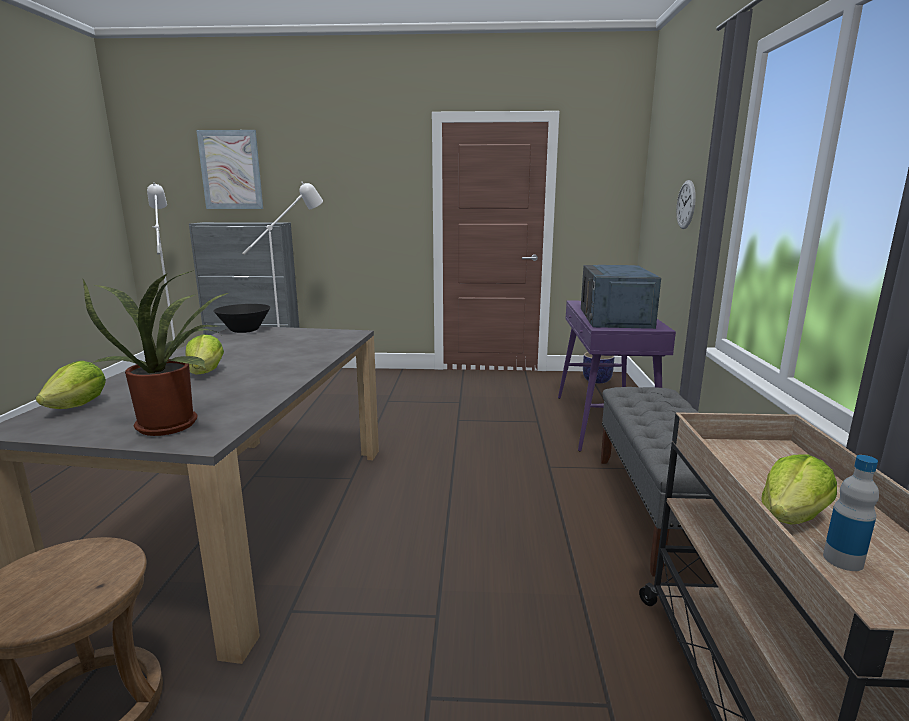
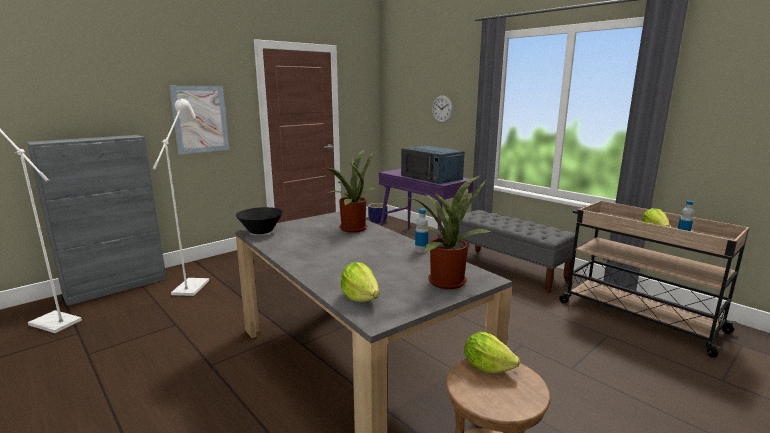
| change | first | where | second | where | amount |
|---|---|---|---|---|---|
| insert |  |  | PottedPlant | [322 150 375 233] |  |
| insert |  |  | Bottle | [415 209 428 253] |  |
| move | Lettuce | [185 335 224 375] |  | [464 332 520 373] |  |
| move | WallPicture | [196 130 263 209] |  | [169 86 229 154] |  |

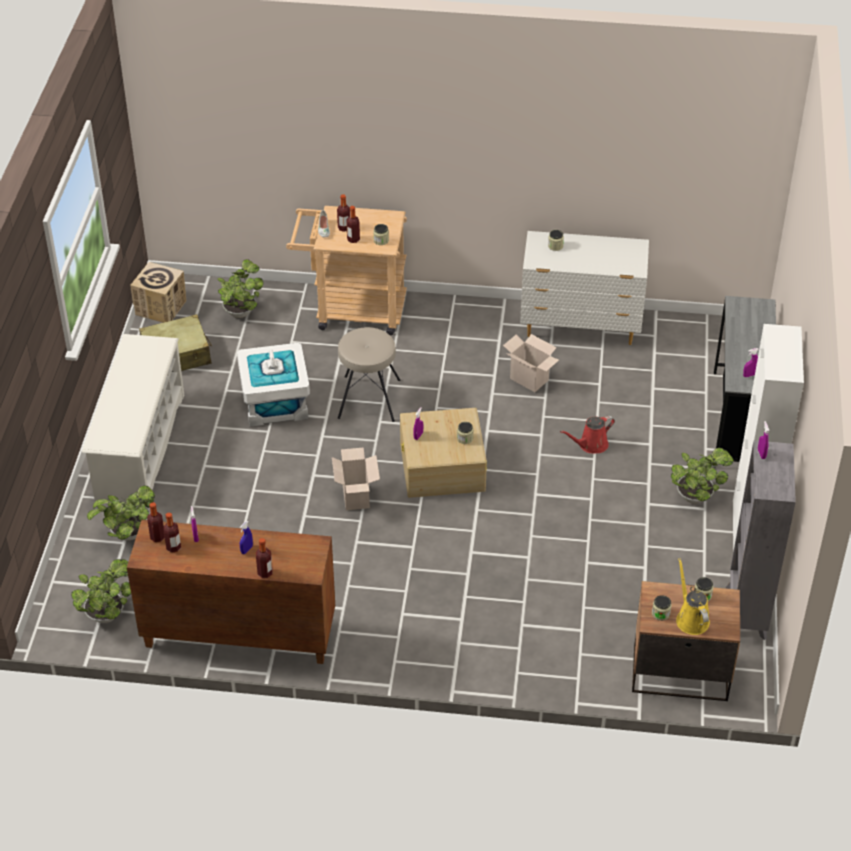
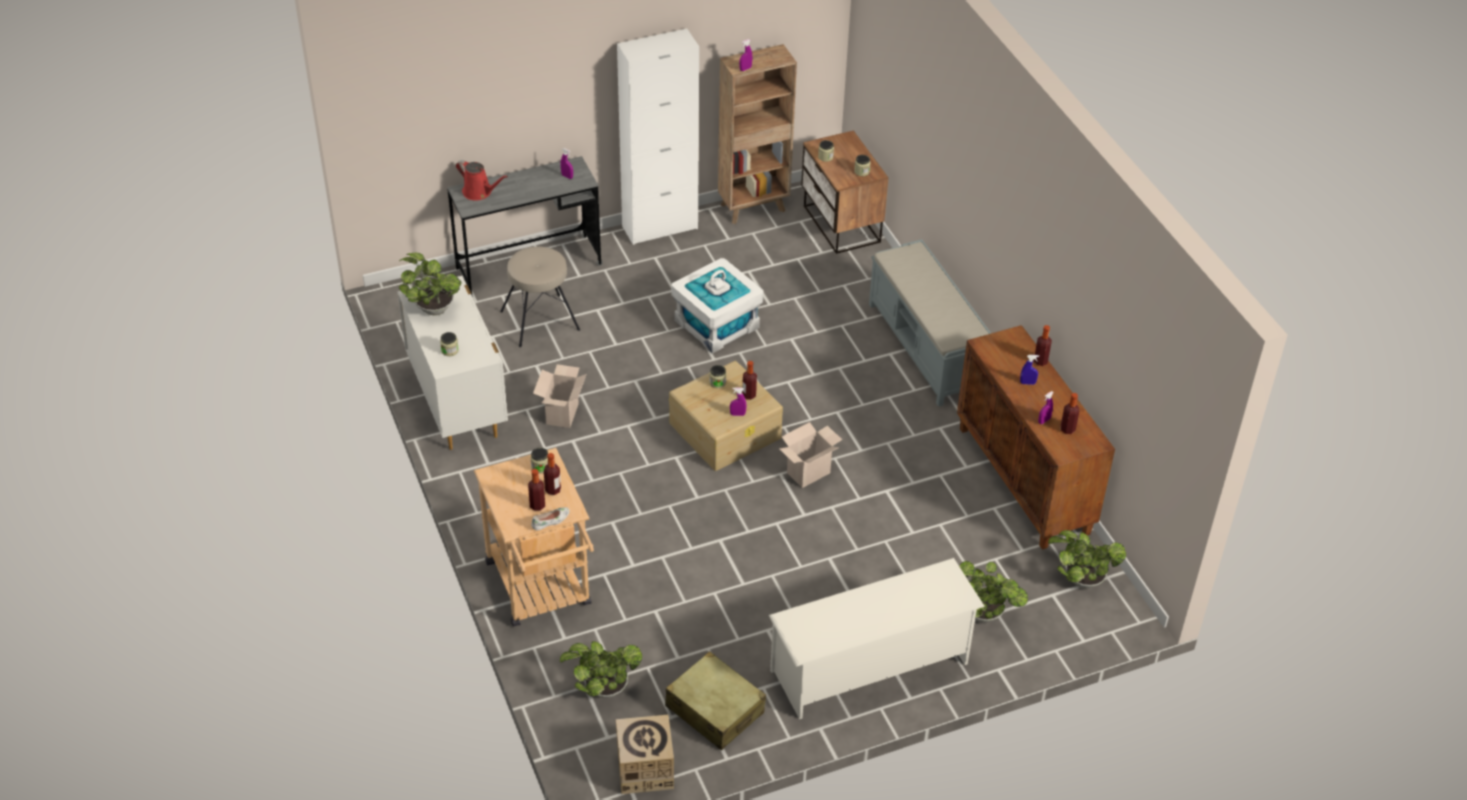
| change | first | where | second | where | amount |
|---|---|---|---|---|---|
| delete | YellowishWateringPot | [676 558 710 635] |  |  |  |
| insert |  |  | GrayLongSeat | [869 239 991 407] |  |
| move | Bottle | [147 502 165 542] |  | [742 361 757 400] |  |
| move | WhiteColouredStorageBin | [237 343 310 426] |  | [671 258 764 353] |  |
| move | BeigeStool | [338 327 400 422] |  | [500 247 580 347] |  |
| move | RedColouredWateringPot | [560 415 615 453] |  | [456 160 508 201] |  |
| move | PottedPlant | [671 448 734 504] |  | [399 253 462 315] |  |
| recolor | GrayBookshelf | [726 441 796 640] | BrownBookshelf | [718 44 797 224] |  |

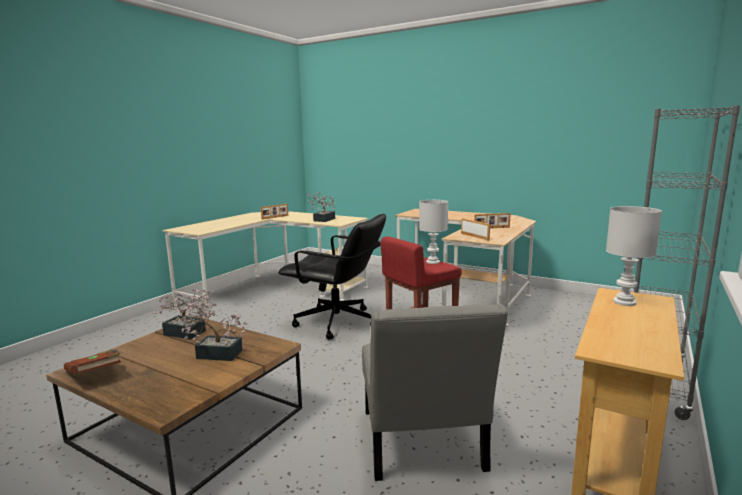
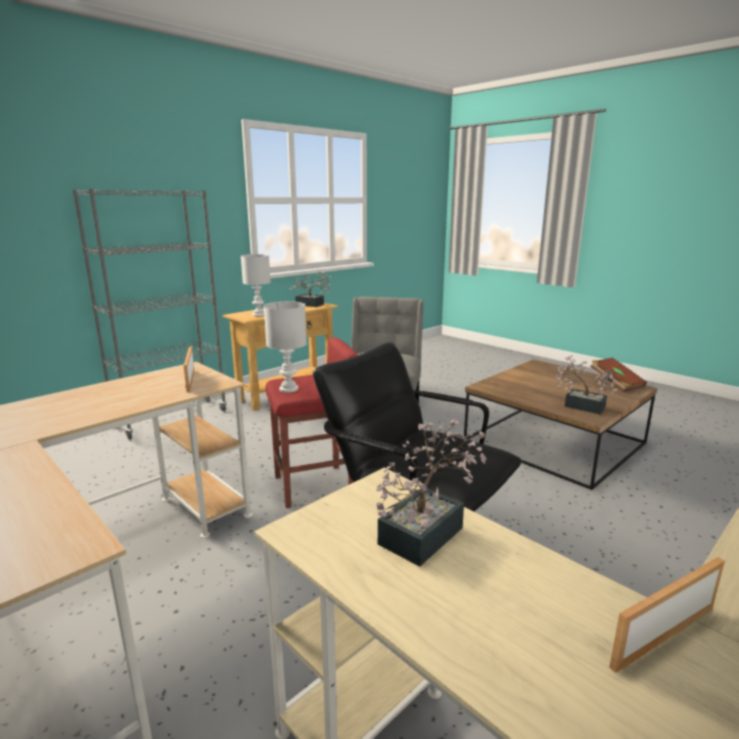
| change | first | where | second | where | amount |
|---|---|---|---|---|---|
| delete | PhotoFrame | [474 213 511 228] |  |  |  |
| move | PottedPlant | [177 299 248 361] |  | [290 271 331 307] |  |

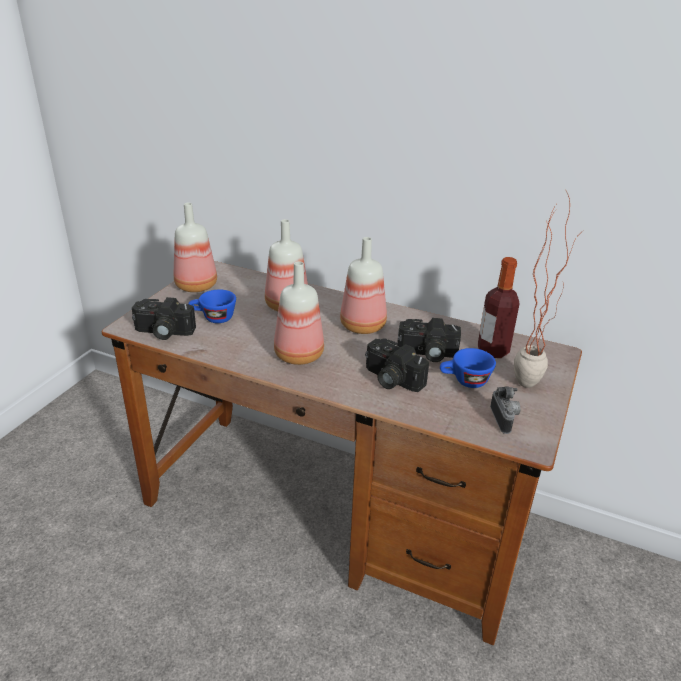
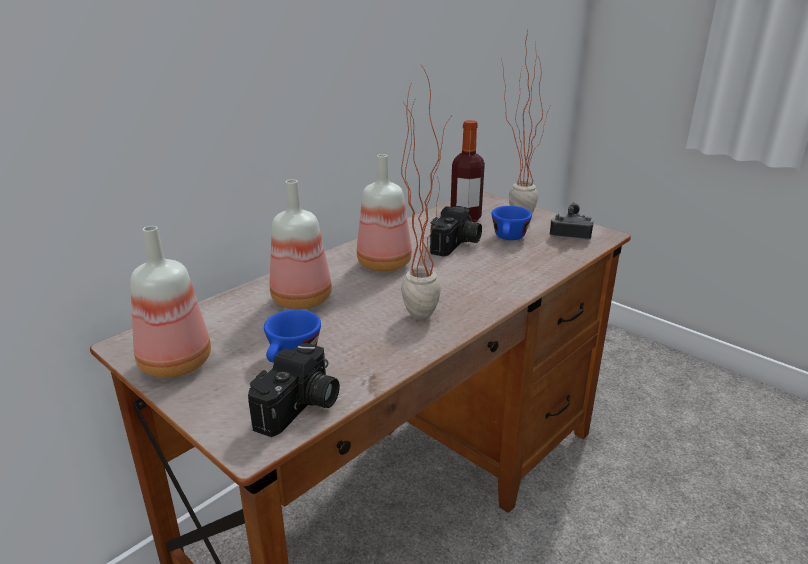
| change | first | where | second | where | amount |
|---|---|---|---|---|---|
| delete | StillCamera | [365 338 429 392] |  |  |  |
| replace | Bottle | [274 261 324 365] | PottedPlant | [401 64 453 320] |  |

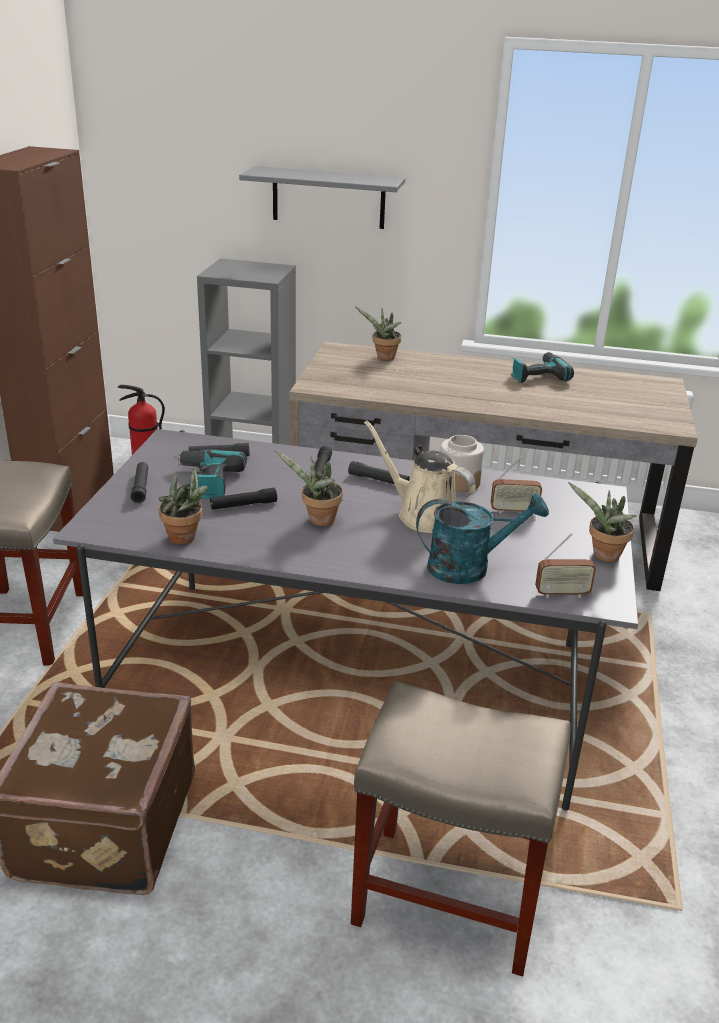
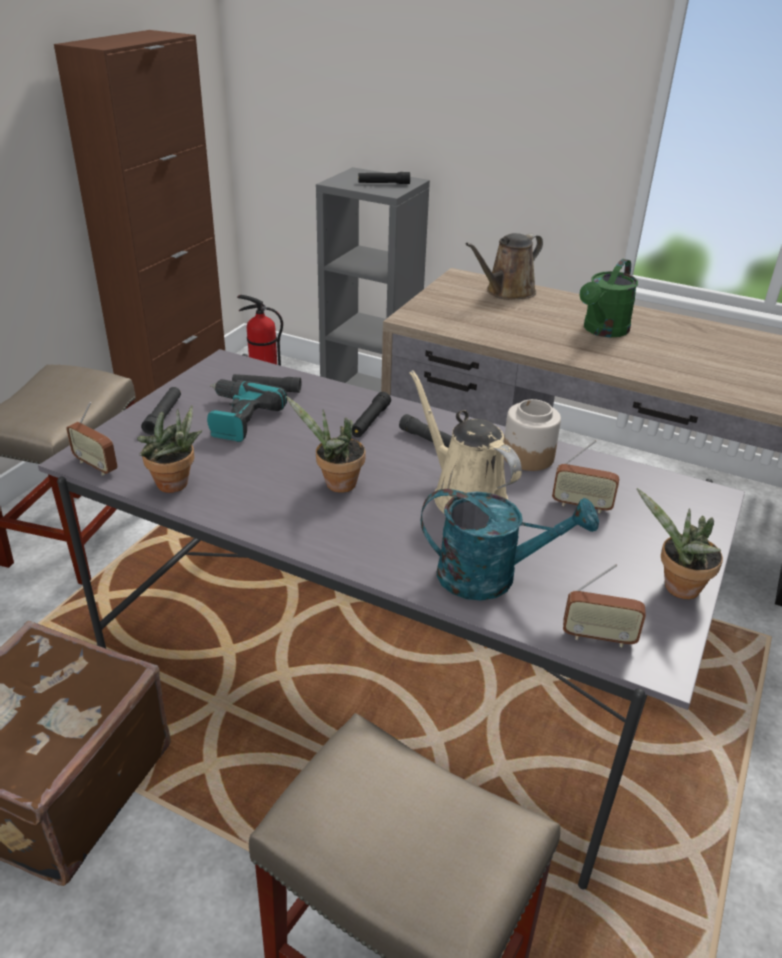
| change | first | where | second | where | amount |
|---|---|---|---|---|---|
| delete | GrayShelf | [239 166 405 229] |  |  |  |
| delete | PowerDrill | [511 352 574 383] |  |  |  |
| insert |  |  | RadioReceiver | [66 402 117 476] |  |
| insert |  |  | GreenWateringPot | [580 259 638 337] |  |
| move | BlackishHandTorch | [210 487 277 510] |  | [358 172 410 184] |  |
| replace | PottedPlant | [355 306 401 360] | BrownWateringPot | [466 233 543 300] |  |

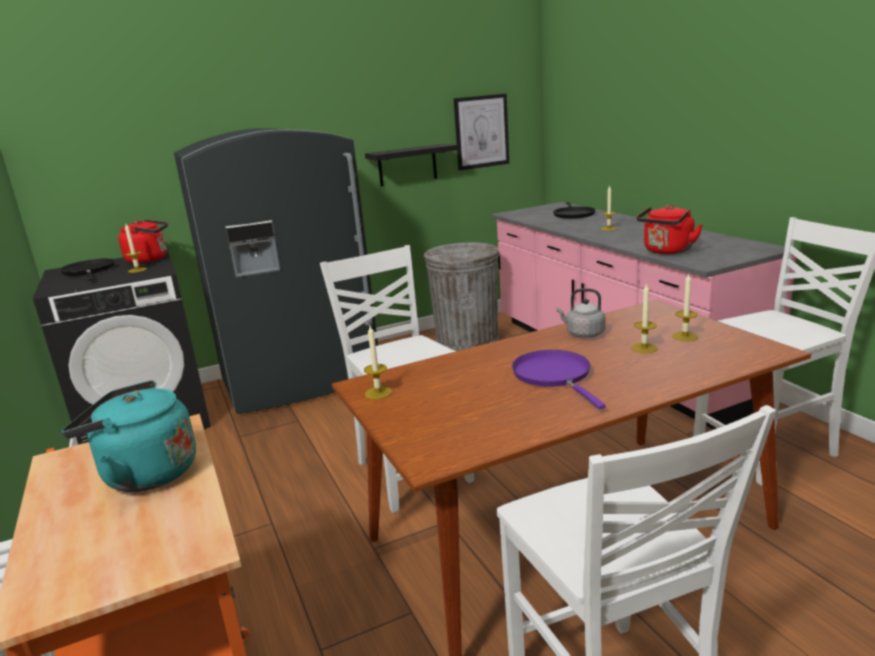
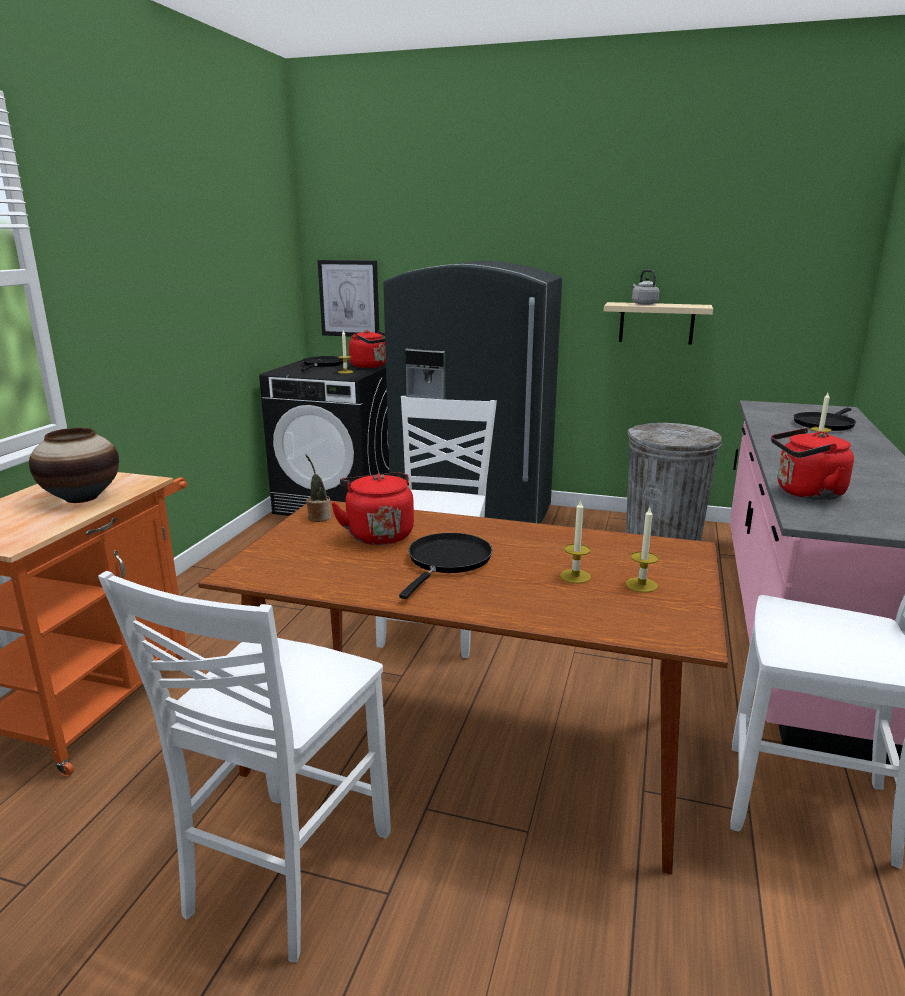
| change | first | where | second | where | amount |
|---|---|---|---|---|---|
| insert |  |  | RedColouredTeaKettle | [331 472 414 545] |  |
| move | WallPicture | [454 93 509 171] |  | [318 260 379 337] |  |
| move | GrayTeaKettle | [556 289 605 338] |  | [632 270 660 305] |  |
| replace | TurquoiseTeaKettle | [62 380 196 492] | FlowerVase | [29 428 119 503] |  |
| replace | WaxLight | [364 326 392 399] | PottedPlant | [305 454 331 522] |  |
| recolor | BlackishShelf | [365 144 459 187] | BeigeShelf | [604 302 713 345] |  |
| recolor | PurpleFryingPan | [512 350 606 409] | BlackishFryingPan | [399 533 492 599] |  |

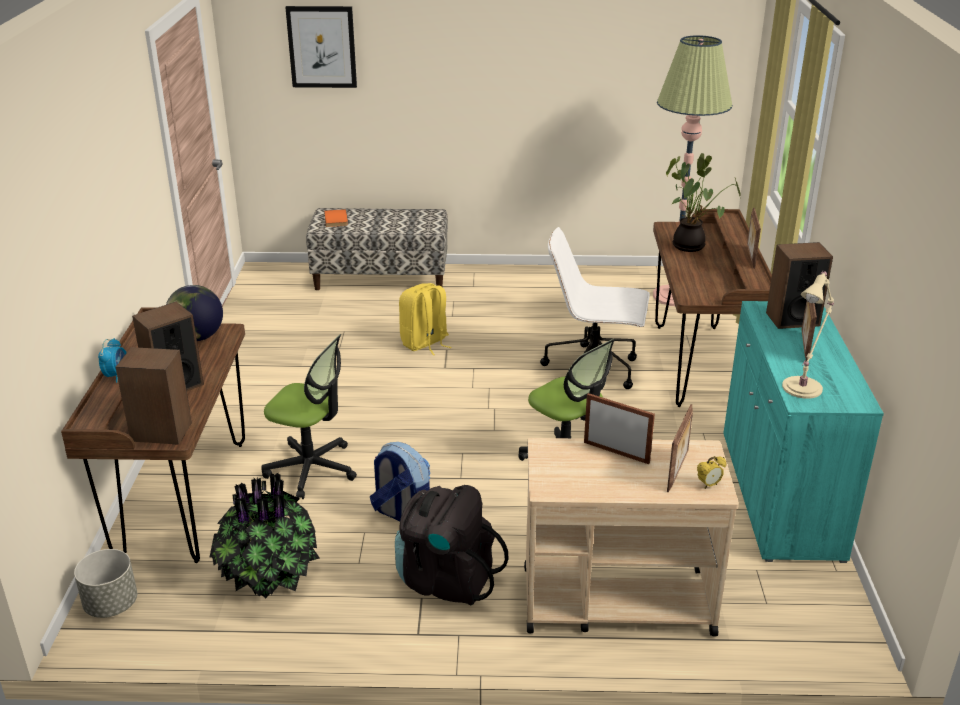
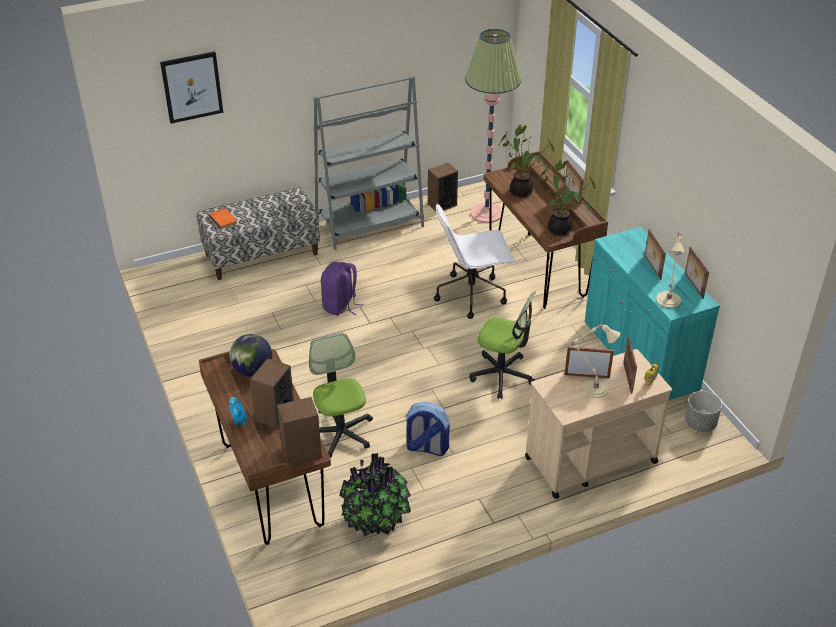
| change | first | where | second | where | amount |
|---|---|---|---|---|---|
| delete | BlackishBackpack | [395 485 508 605] |  |  |  |
| insert |  |  | GrayBookshelf | [314 76 424 250] |  |
| insert |  |  | PottedPlant | [537 160 596 236] |  |
| insert |  |  | BeigeLampForATable | [571 323 621 398] |  |
| insert |  |  | PhotoFrame | [685 247 709 299] |  |
| move | GrayFlowerPot | [74 549 137 618] |  | [685 391 722 432] |  |
| move | Loudspeaker | [766 242 833 329] |  | [428 163 458 211] |  |
| recolor | YellowishBackpack | [399 283 451 355] | PurpleBackpack | [321 262 363 316] |  |
| rotate | OfficeChair | [261 334 357 499] |  | [309 333 373 458] | 105 degrees counterclockwise |

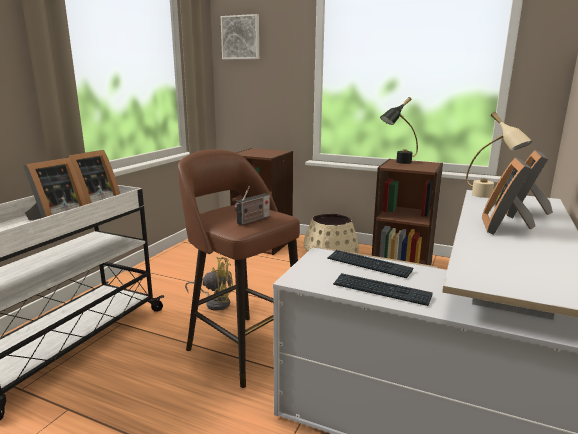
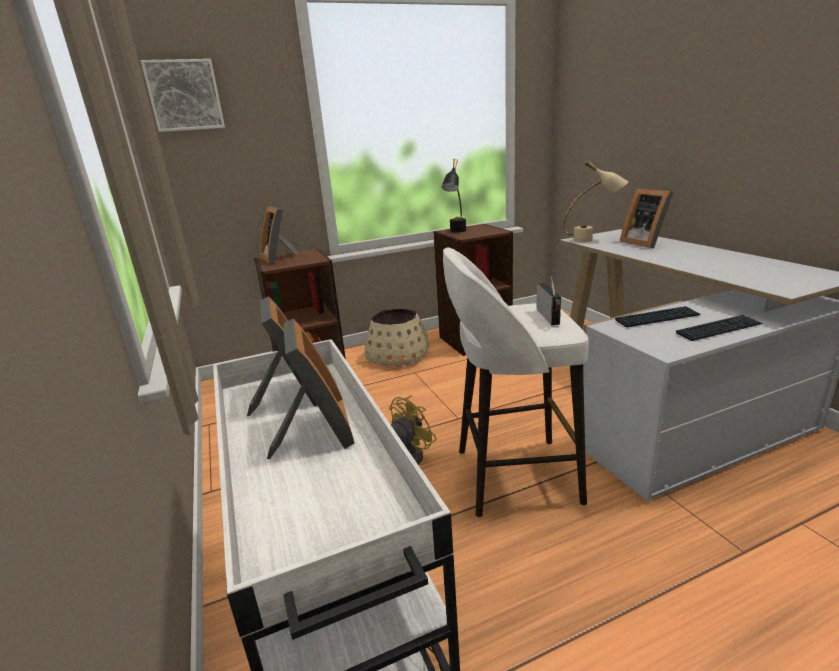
| change | first | where | second | where | amount |
|---|---|---|---|---|---|
| move | PhotoFrame | [482 157 535 235] |  | [260 206 298 264] |  |
| recolor | BrownStool | [178 149 300 388] | WhiteColouredStool | [443 247 589 517] |  |

